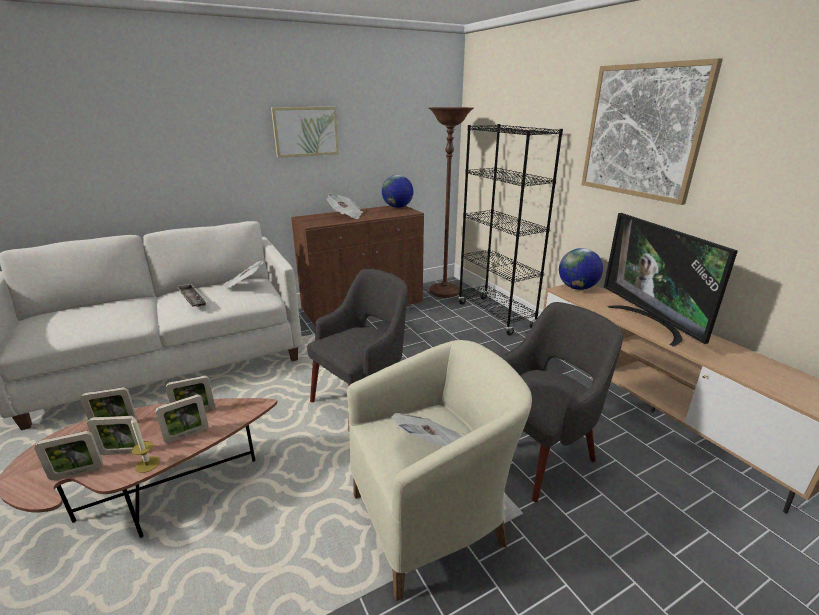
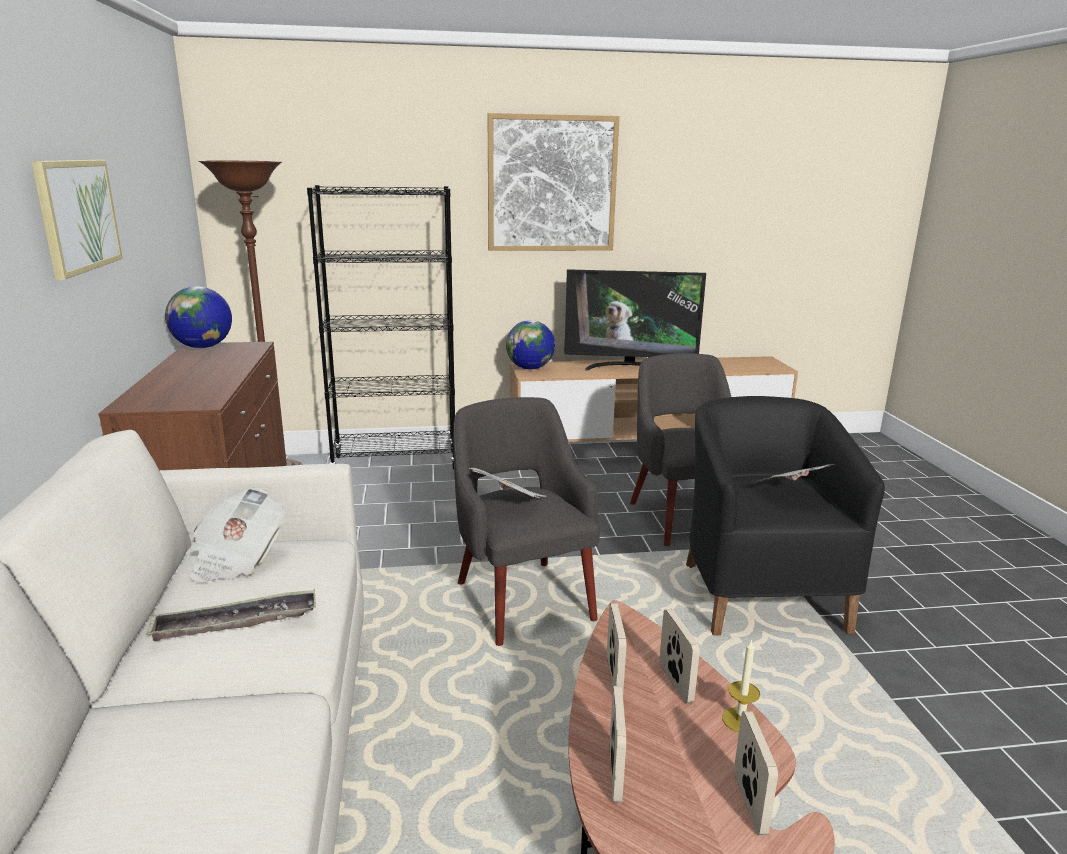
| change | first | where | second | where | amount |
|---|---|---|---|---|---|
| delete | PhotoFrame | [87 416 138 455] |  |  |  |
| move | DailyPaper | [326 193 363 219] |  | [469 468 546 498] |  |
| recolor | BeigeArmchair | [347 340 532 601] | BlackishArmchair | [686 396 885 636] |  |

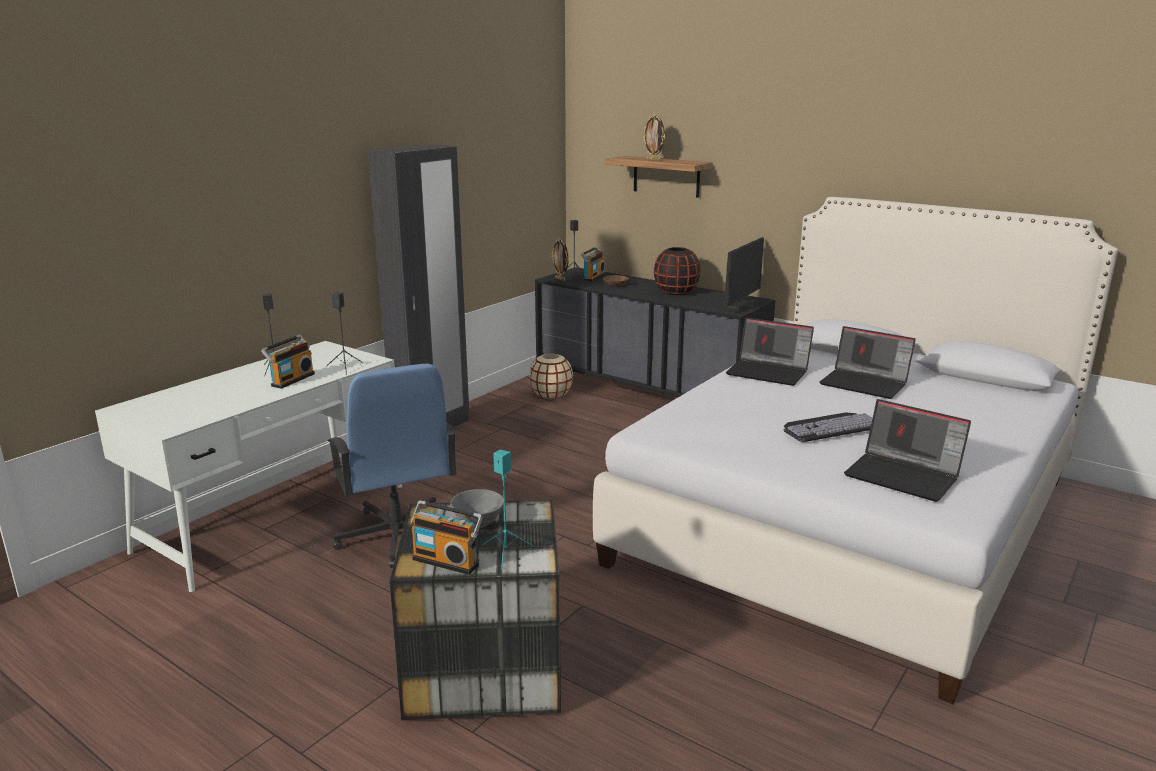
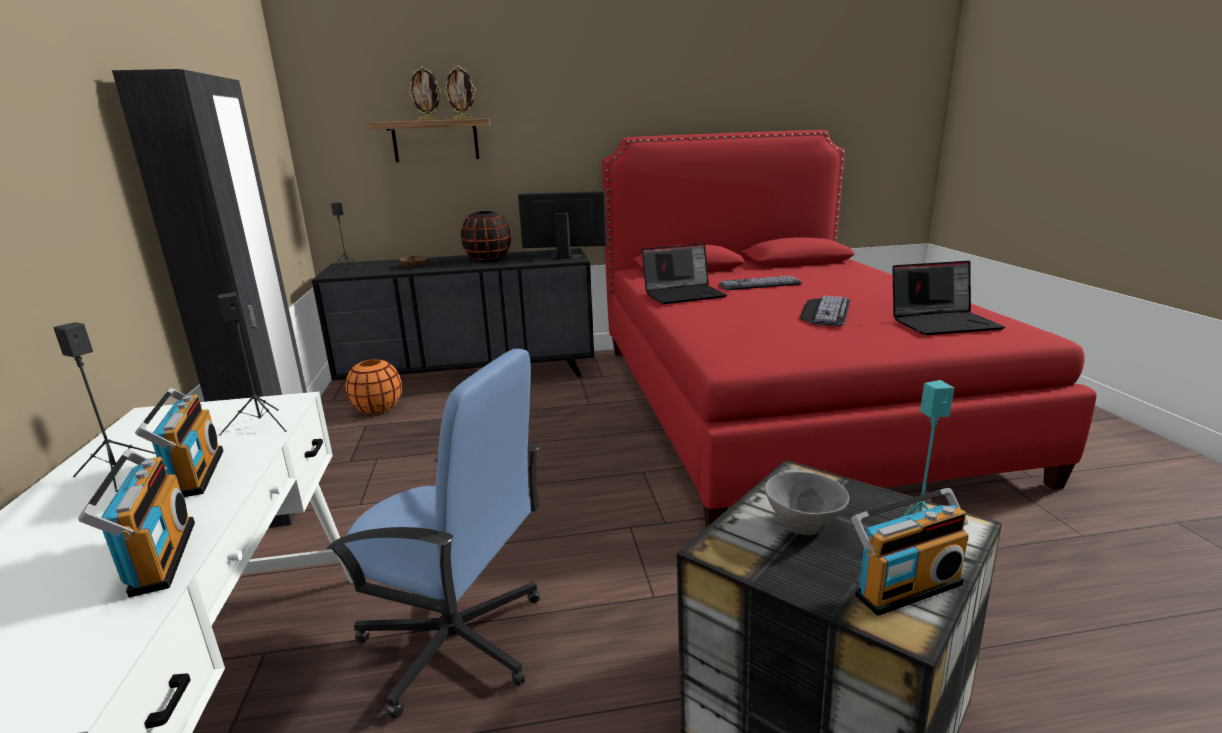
| change | first | where | second | where | amount |
|---|---|---|---|---|---|
| move | PhotoFrame | [552 239 569 281] |  | [444 66 476 119] |  |
| move | RadioReceiver | [581 247 605 282] |  | [78 450 195 597] |  |
| replace | NotebookComputer | [819 326 916 399] | PcKeyboard | [718 276 802 290] |  |
| recolor | BeigeFlowerVase | [529 354 573 399] | OrangeyFlowerVase | [346 359 402 414] |  |
| recolor | WhiteColouredSleepingBed | [593 197 1118 704] | RedColouredSleepingBed | [602 130 1096 528] |  |
| rotate | Monitor | [722 237 764 309] |  | [518 191 607 259] | 75 degrees counterclockwise |

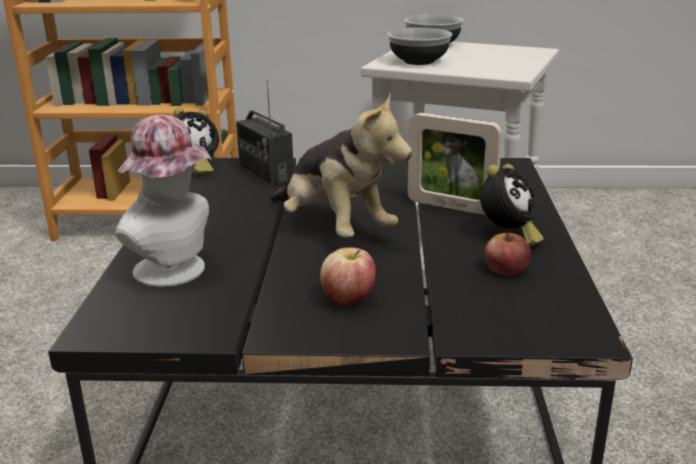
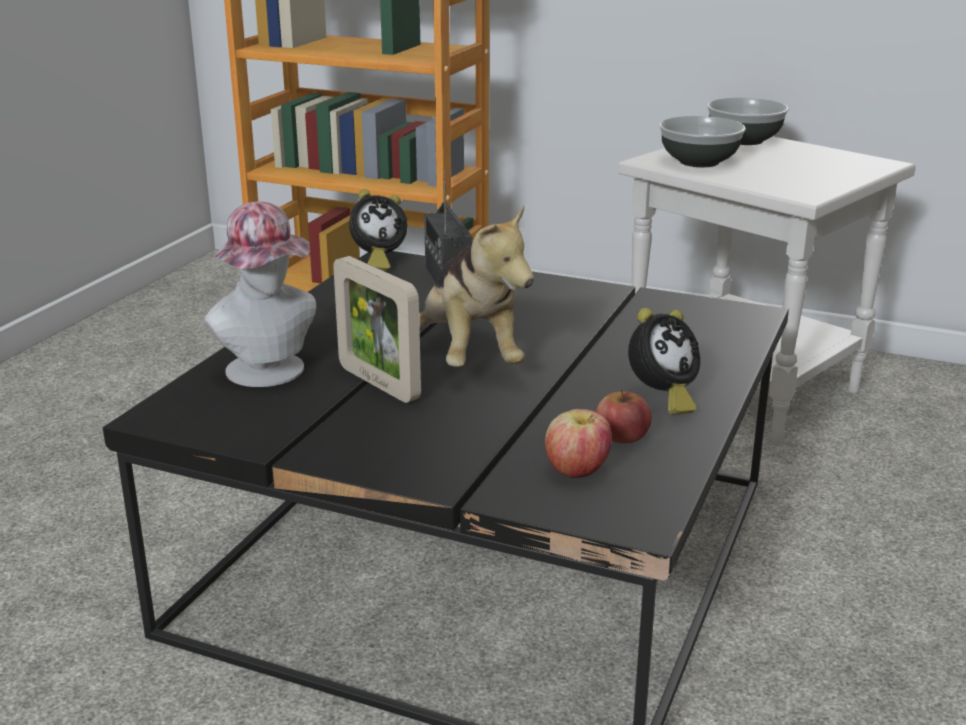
| change | first | where | second | where | amount |
|---|---|---|---|---|---|
| move | WholeApple | [320 247 376 305] |  | [545 409 612 478] |  |
| move | PhotoFrame | [408 113 502 215] |  | [333 256 421 403] |  |

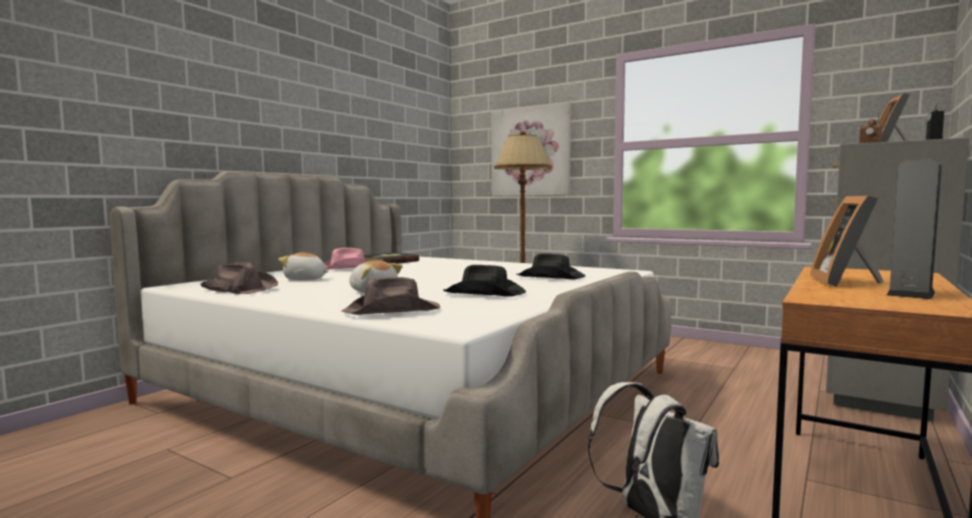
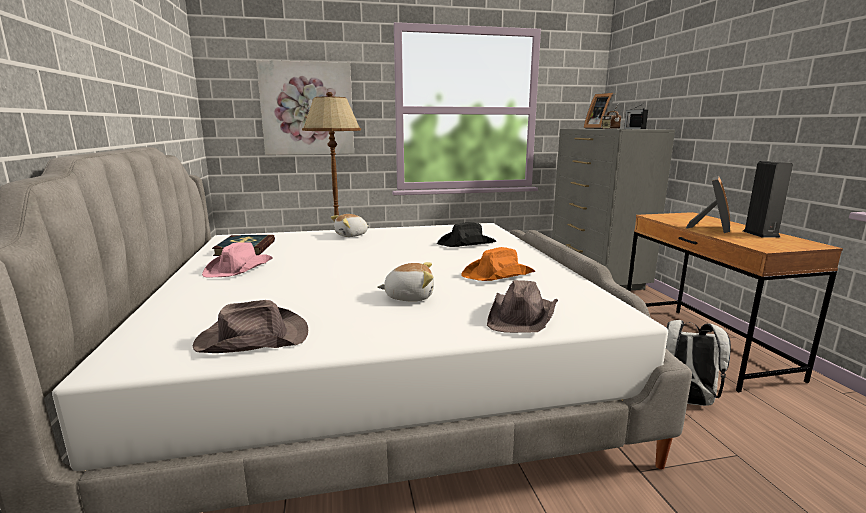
| change | first | where | second | where | amount |
|---|---|---|---|---|---|
| move | PlushToy | [278 253 329 280] |  | [331 214 369 237] |  |
| recolor | BlackishWearableHat | [443 265 526 297] | OrangeyWearableHat | [461 247 536 281] |  |
| rotate | PhotoFrame | [810 196 883 287] |  | [686 176 730 233] | 120 degrees counterclockwise |

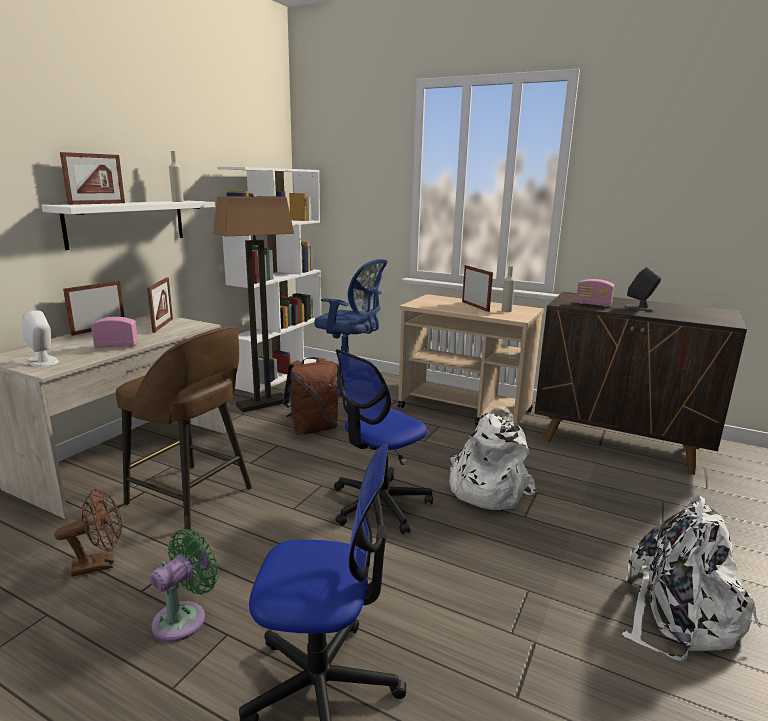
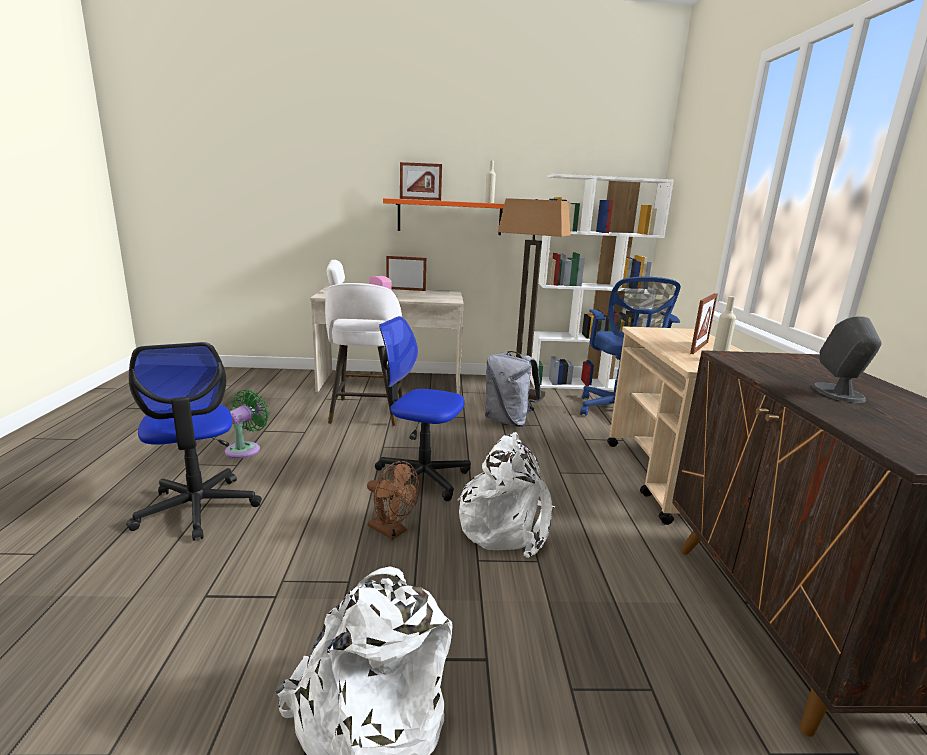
| change | first | where | second | where | amount |
|---|---|---|---|---|---|
| delete | PhotoFrame | [147 277 173 333] |  |  |  |
| delete | RadioReceiver | [576 279 615 307] |  |  |  |
| move | BrownCoolingFan | [54 489 122 577] |  | [367 461 420 540] |  |
| recolor | WhiteColouredShelf | [42 201 215 250] | OrangeyShelf | [383 198 504 235] |  |
| recolor | BrownStool | [116 326 252 531] | WhiteColouredStool | [325 283 402 426] |  |
| recolor | BrownBackpack | [282 357 338 435] | GrayBackpack | [485 351 541 427] |  |
| rotate | GreenCoolingFan | [150 529 218 642] |  | [225 389 269 459] | 75 degrees counterclockwise |

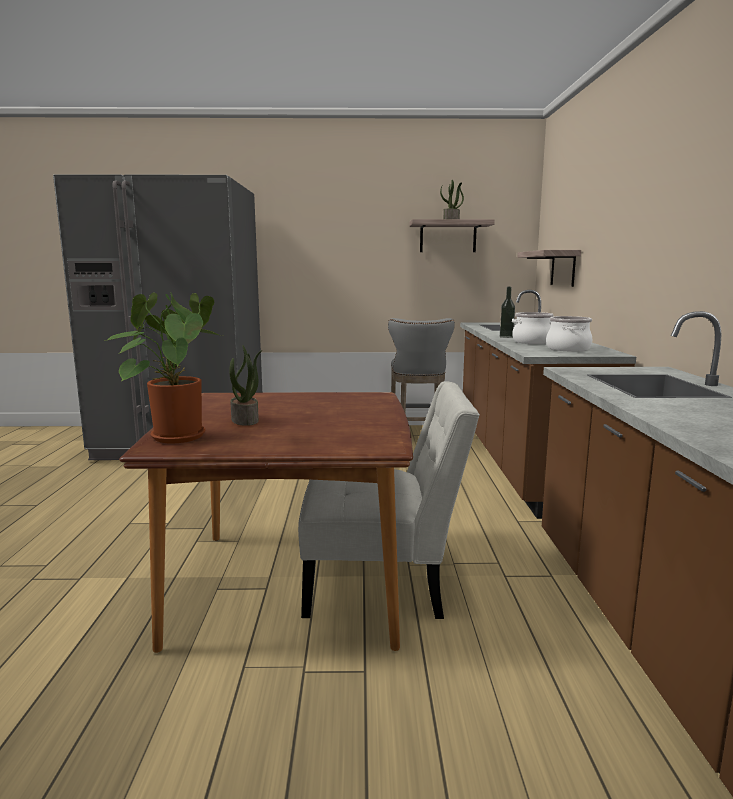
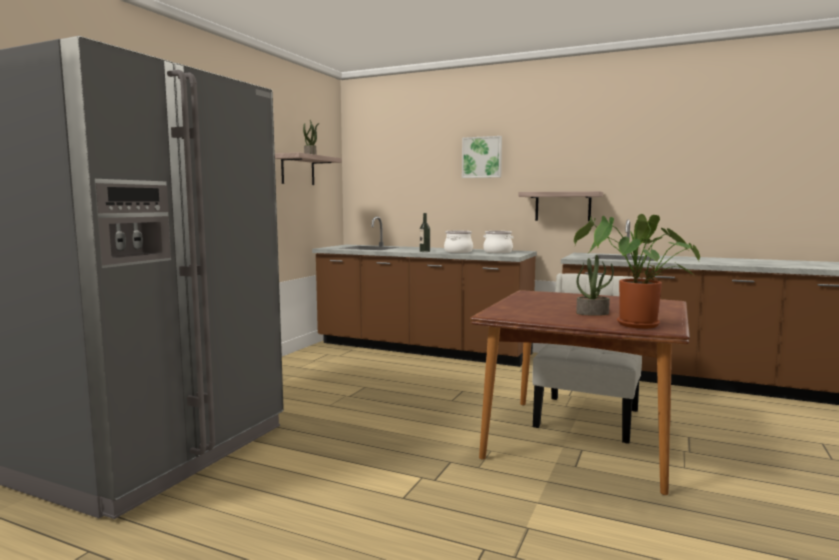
| change | first | where | second | where | amount |
|---|---|---|---|---|---|
| delete | GrayStool | [388 318 455 421] |  |  |  |
| insert |  |  | WallPicture | [462 136 502 178] |  |
| move | Shelf | [517 250 581 287] |  | [519 191 603 221] |  |

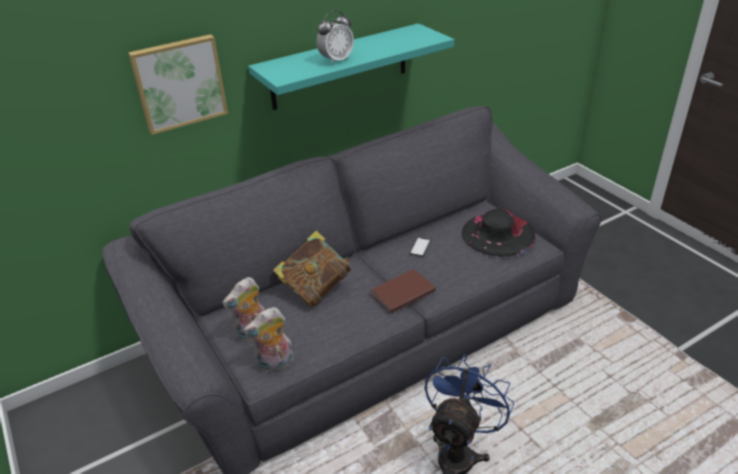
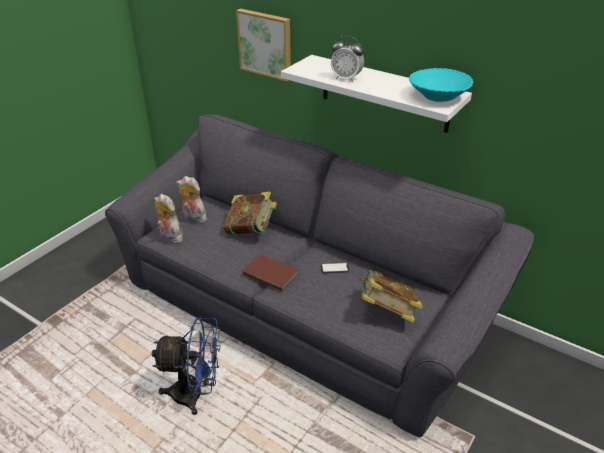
| change | first | where | second | where | amount |
|---|---|---|---|---|---|
| insert |  |  | TurquoiseDeepDish | [409 68 473 102] |  |
| replace | BlackishWearableHat | [461 209 536 258] | Book | [359 269 423 323] |  |
| recolor | TurquoiseShelf | [248 23 454 110] | WhiteColouredShelf | [281 55 472 133] |  |

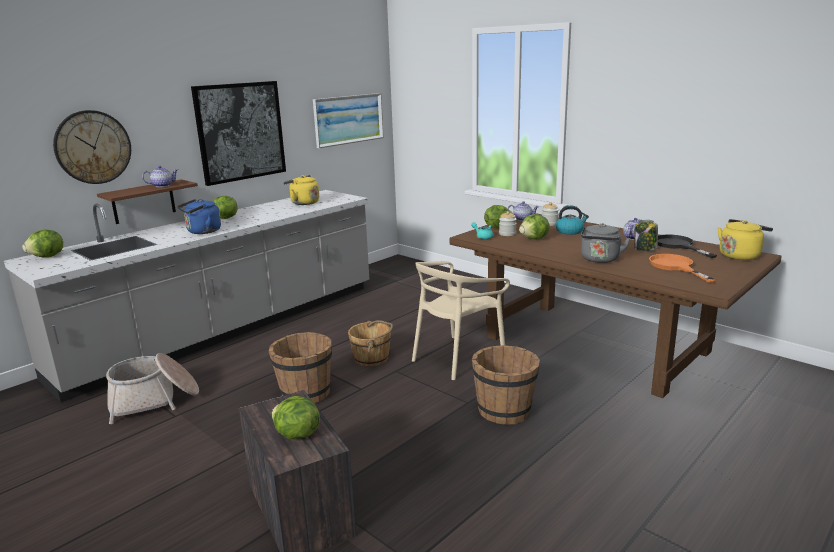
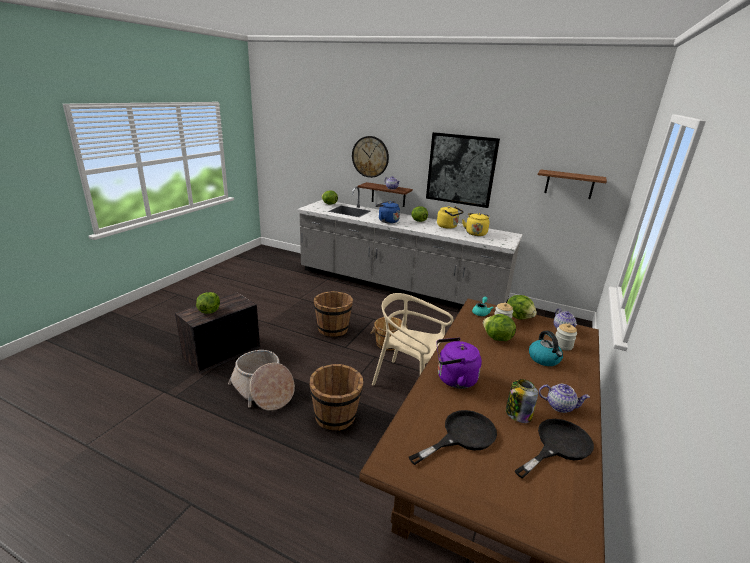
| change | first | where | second | where | amount |
|---|---|---|---|---|---|
| move | StorageBasket | [106 353 199 424] |  | [228 350 295 411] |  |
| move | YellowishTeaKettle | [718 219 773 260] |  | [437 206 464 229] |  |
| replace | WallPicture | [313 93 384 148] | BrownShelf | [538 169 607 199] |  |
| recolor | GrayTeaKettle | [581 223 630 263] | PurpleTeaKettle | [436 337 482 389] |  |
| recolor | OrangeyFryingPan | [649 254 716 283] | BlackishFryingPan | [409 410 497 465] |  |

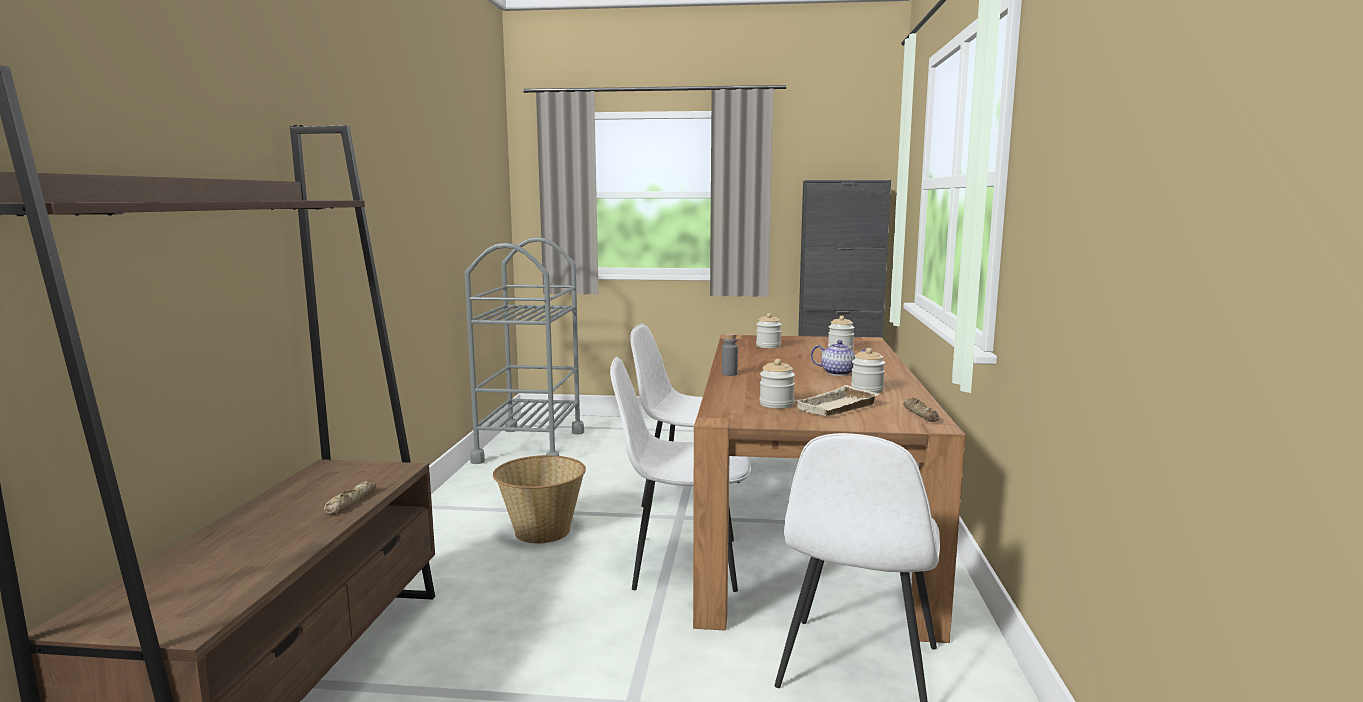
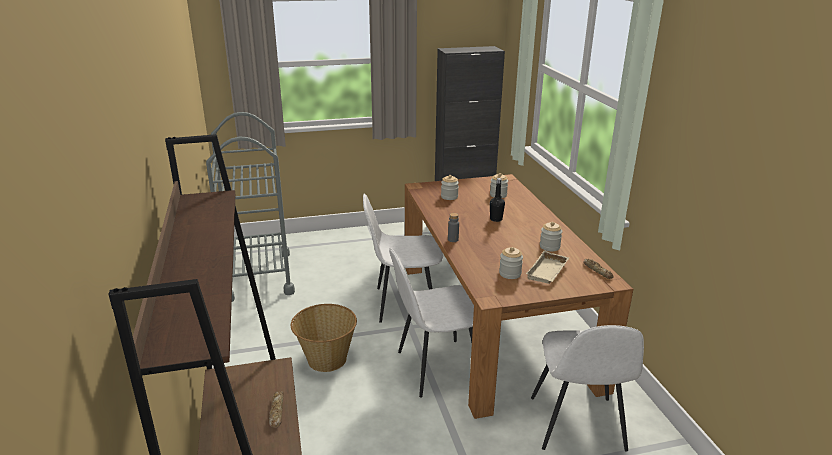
| change | first | where | second | where | amount |
|---|---|---|---|---|---|
| delete | Teapot | [811 340 866 376] |  |  |  |
| insert |  |  | BlackishBottle | [490 178 505 222] |  |

